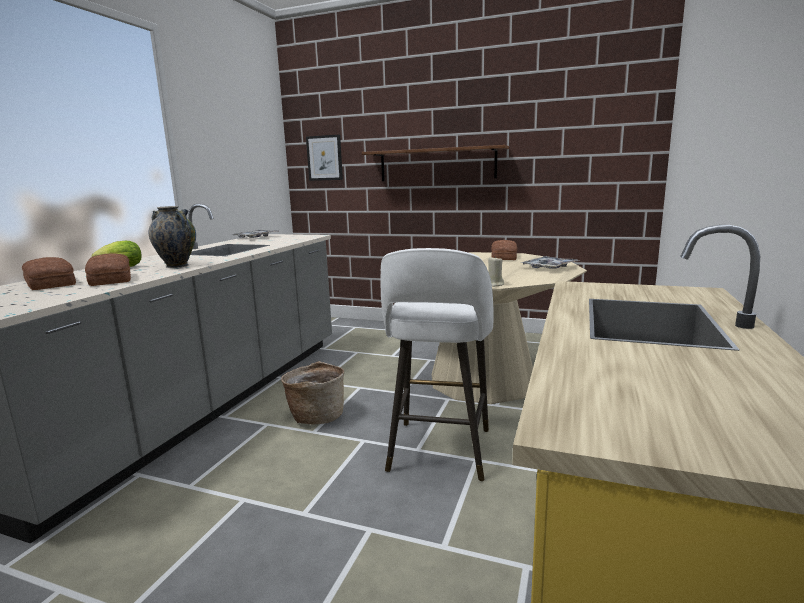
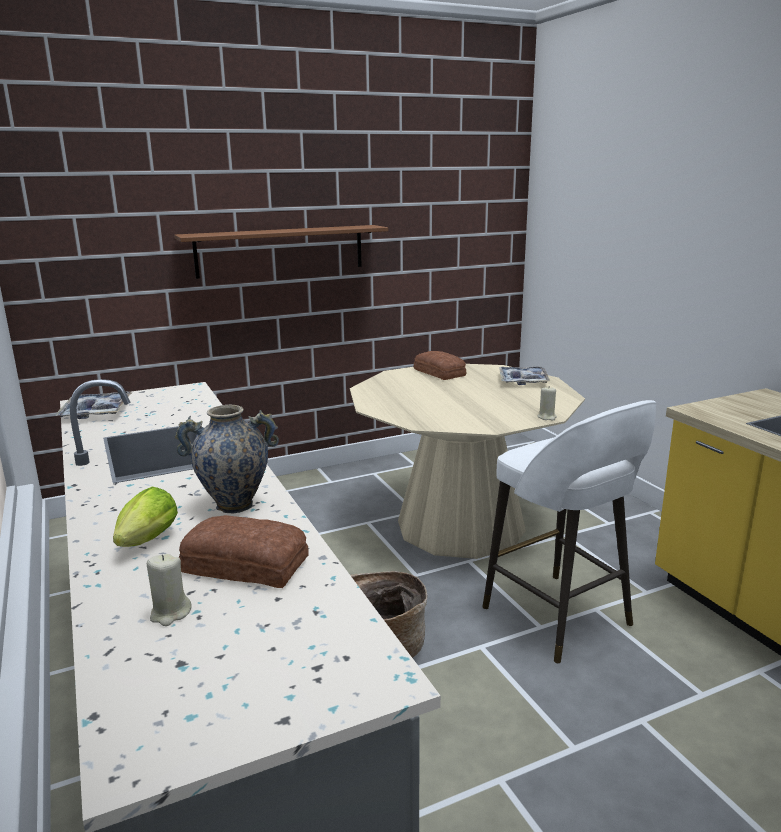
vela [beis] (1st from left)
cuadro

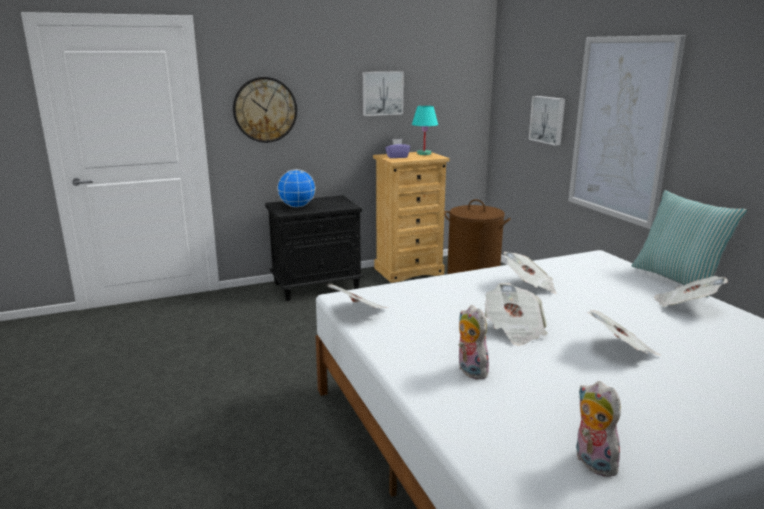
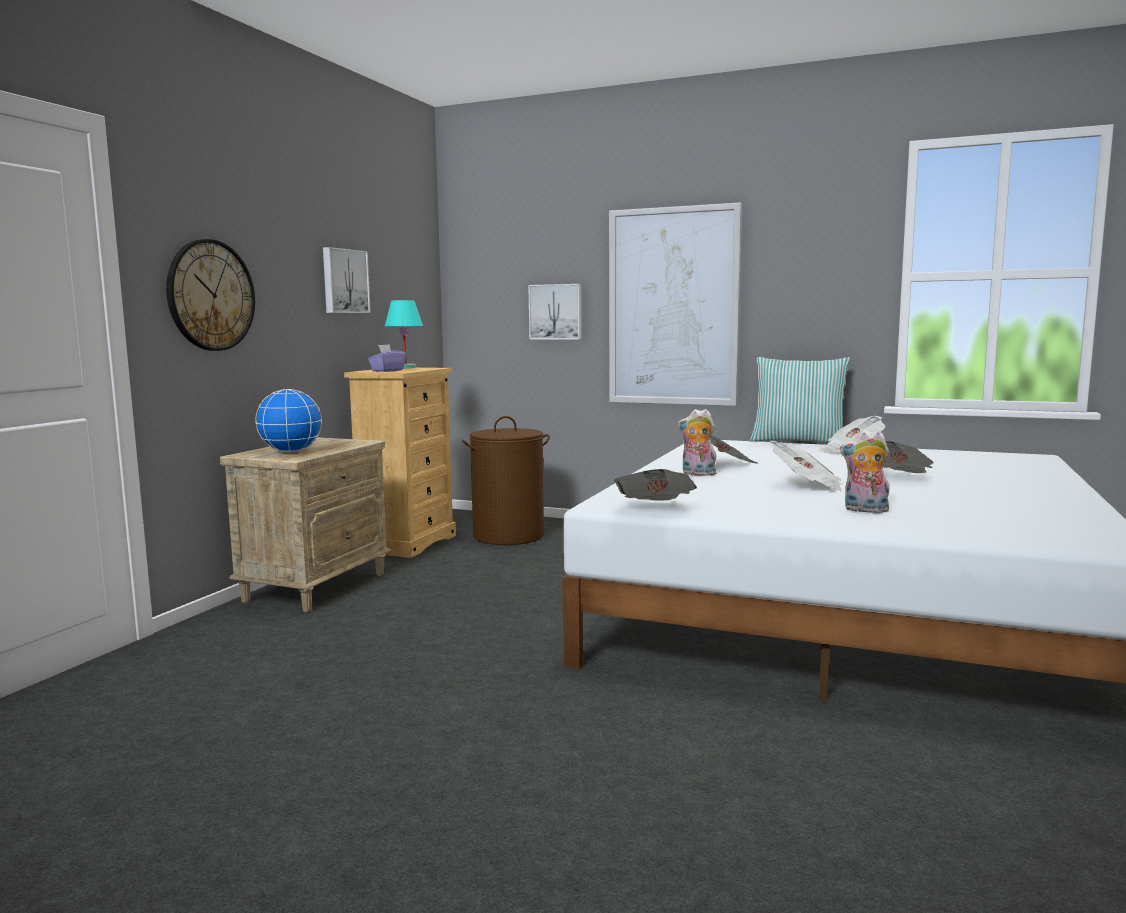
mesita de noche [beis]
peluche (1st from left)

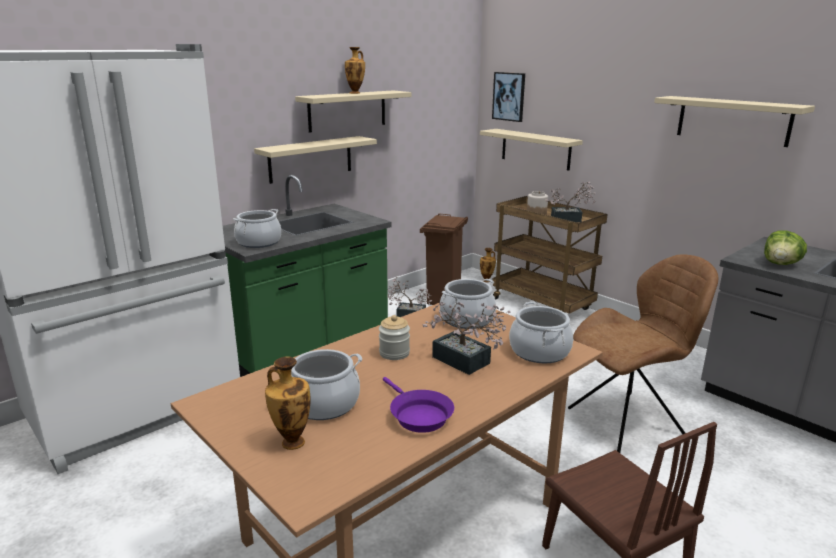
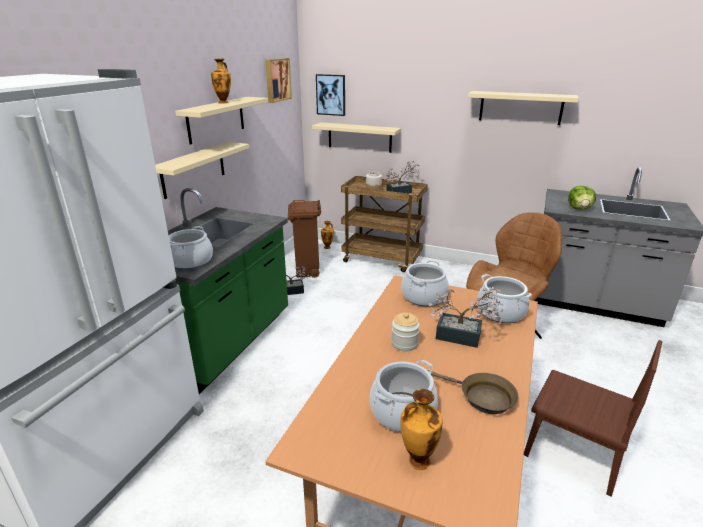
cuadro (1st from left)
sartén [marrón]

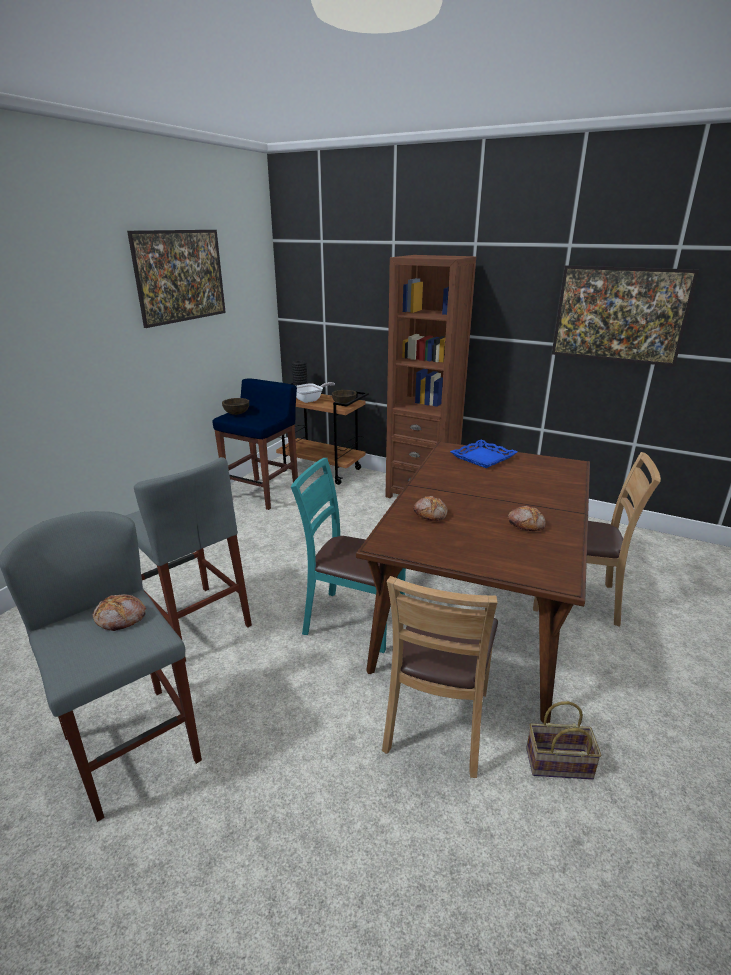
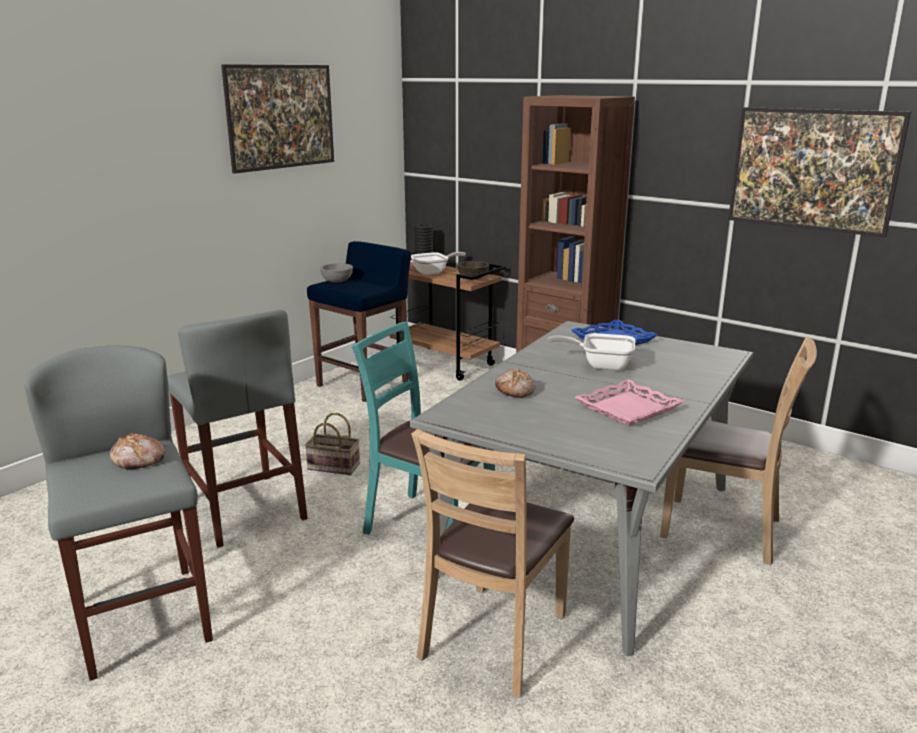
cesta
cuenco [gris]
mesa de comedor [gris]
sartén (2nd from left)
bandeja [rosa]

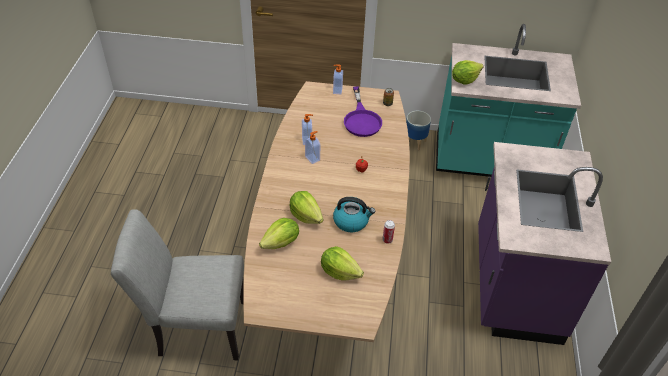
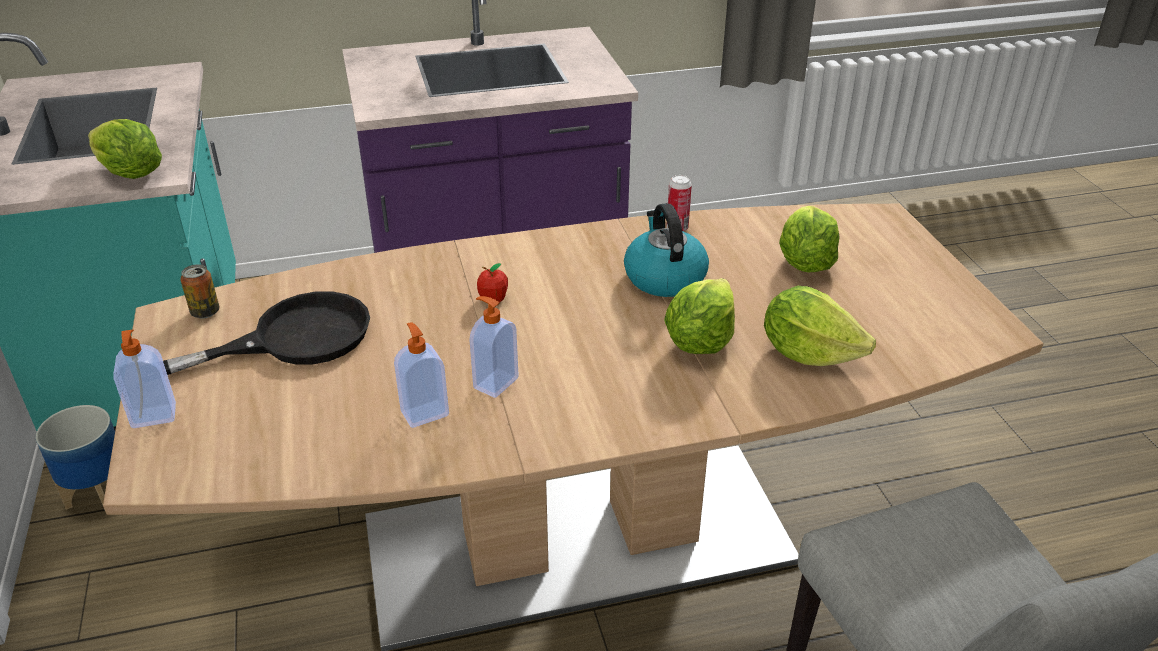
sartén [negro]

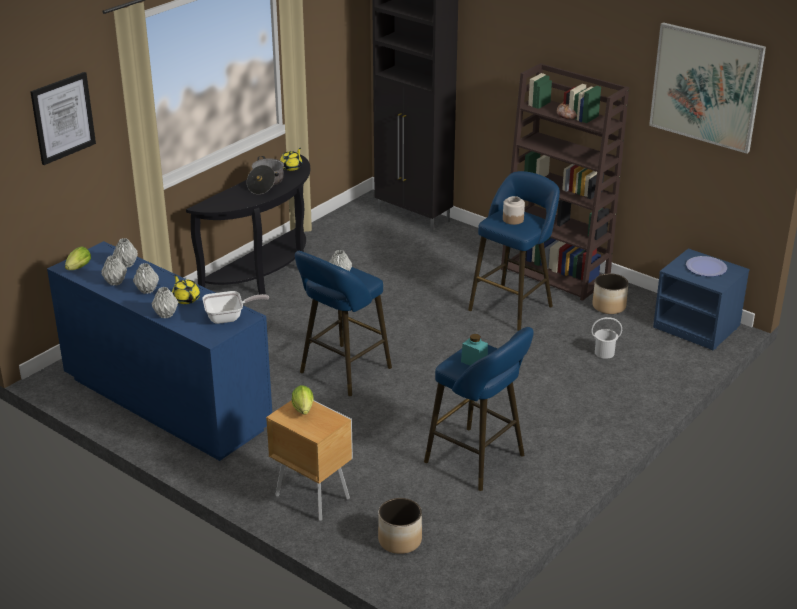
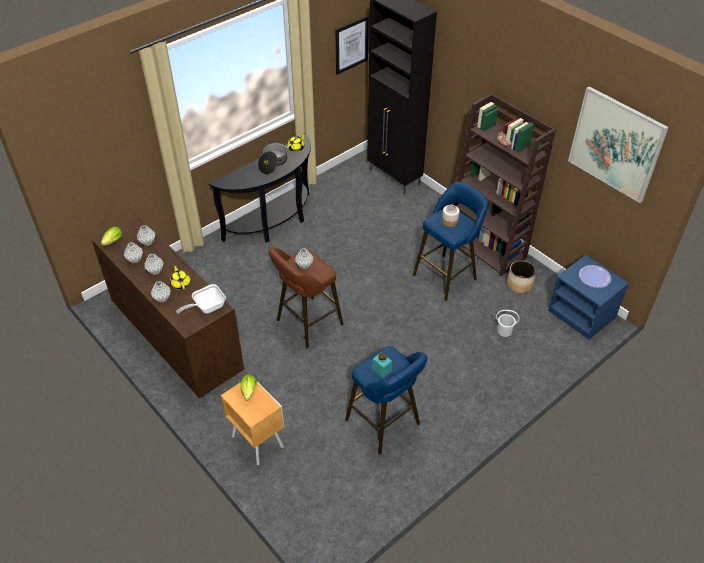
cómoda [marrón]
sartén
taburete [marrón]
cuadro (1st from left)
maceta (1st from left in the first image)

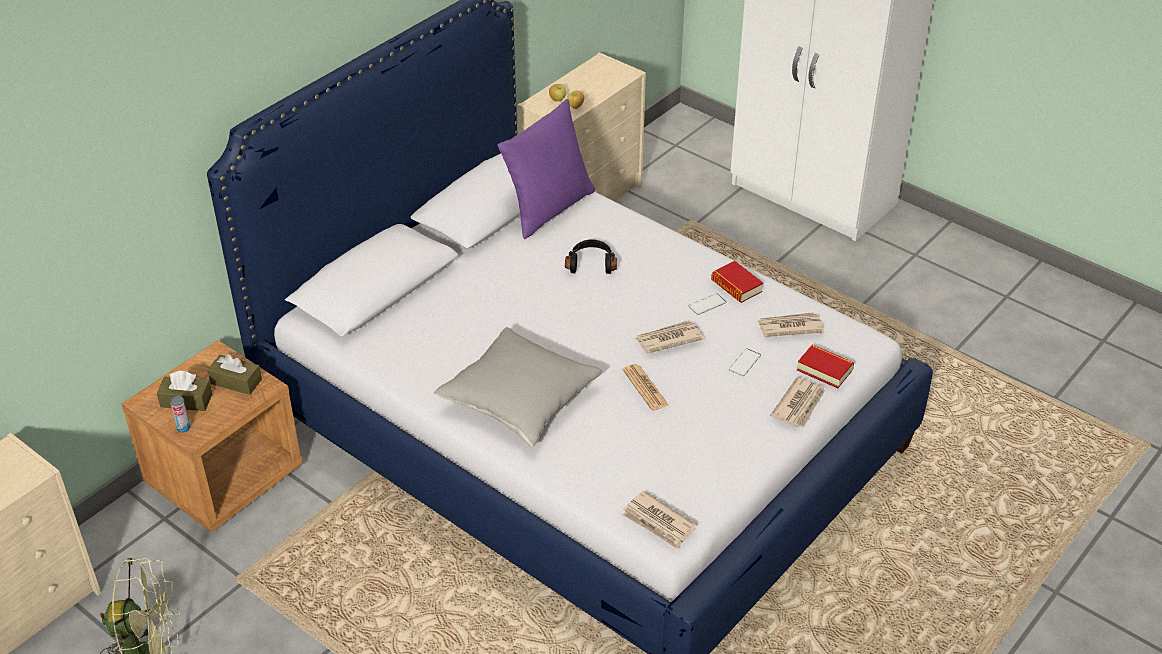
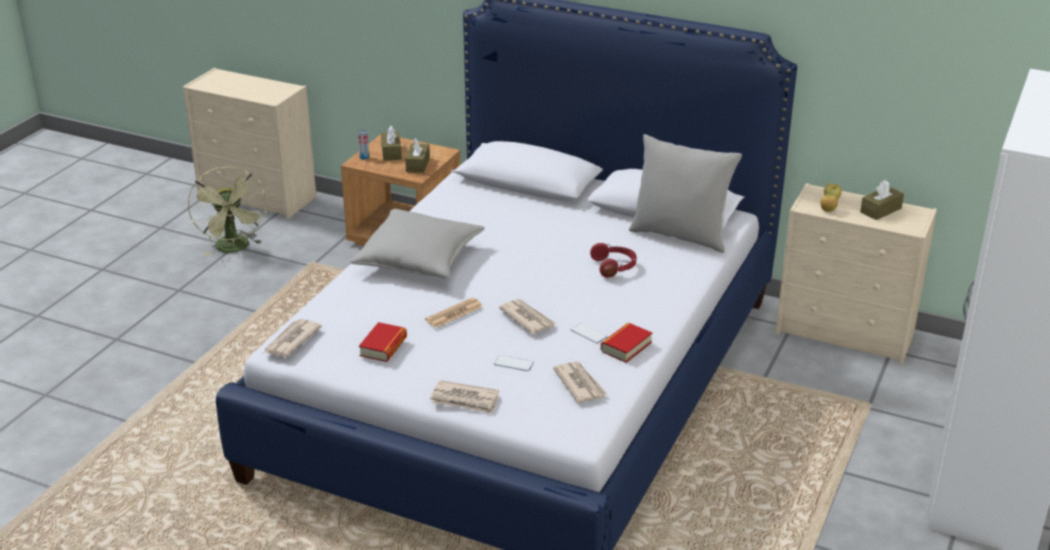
libro (1st from left)
auriculares [rojo]
cojín [gris] (2nd from left)
caja de pañuelos [marrón] (3rd from left)

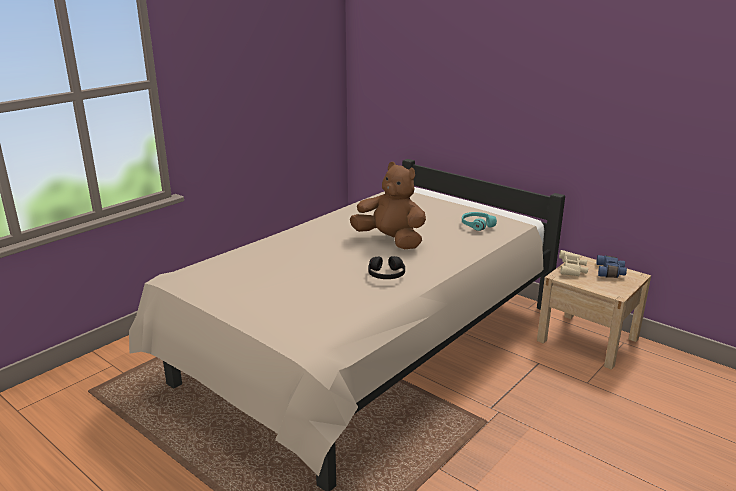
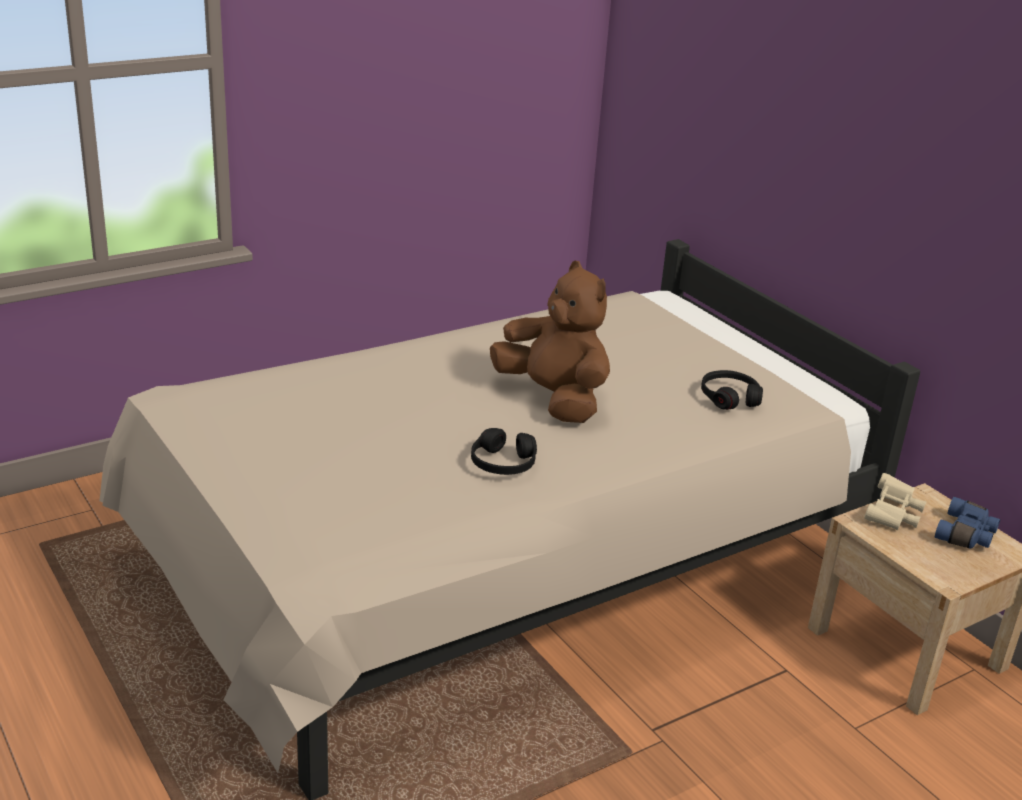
auriculares [negro] (2nd from left)

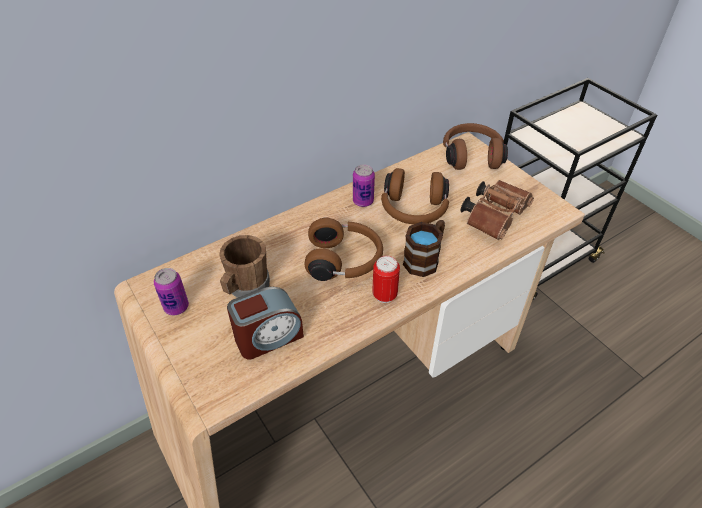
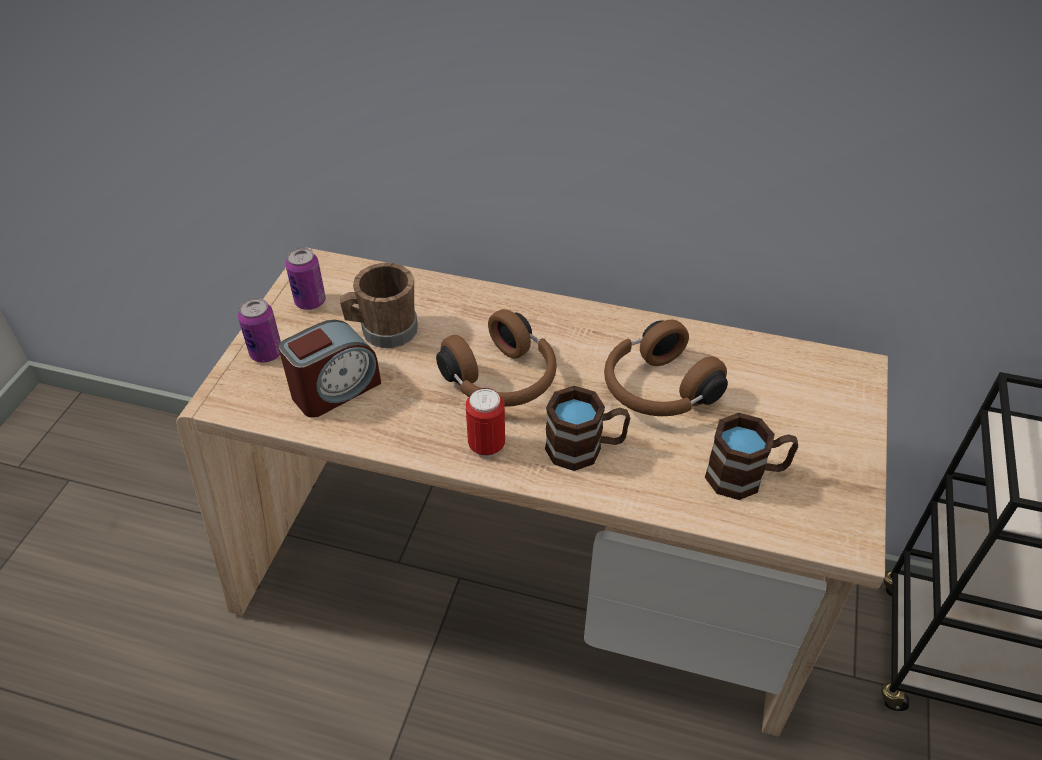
lata (1st from left)
despertador
taza grande [marrón] (3rd from left)
auriculares [marrón] (3rd from left in the first image)

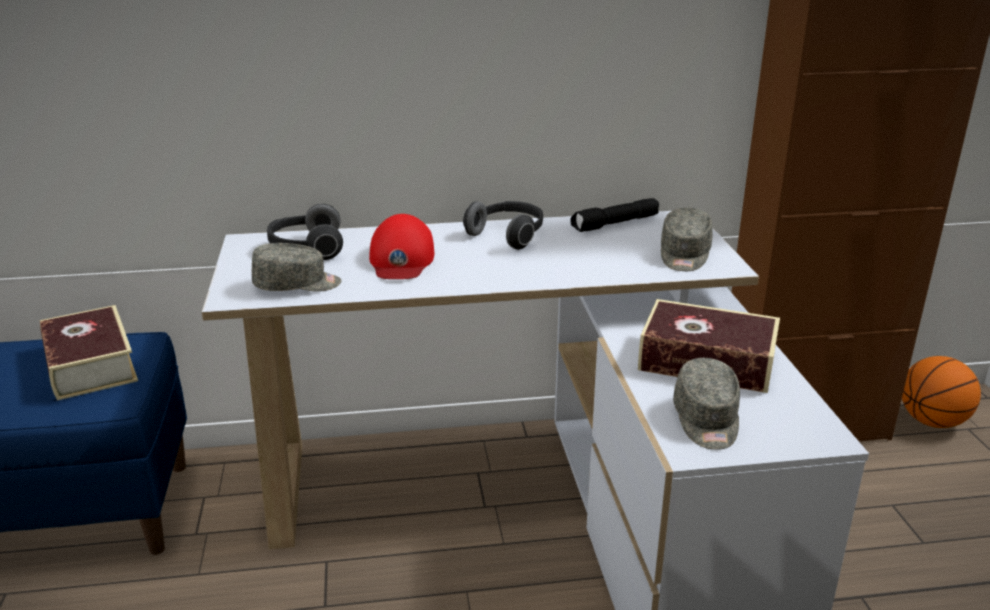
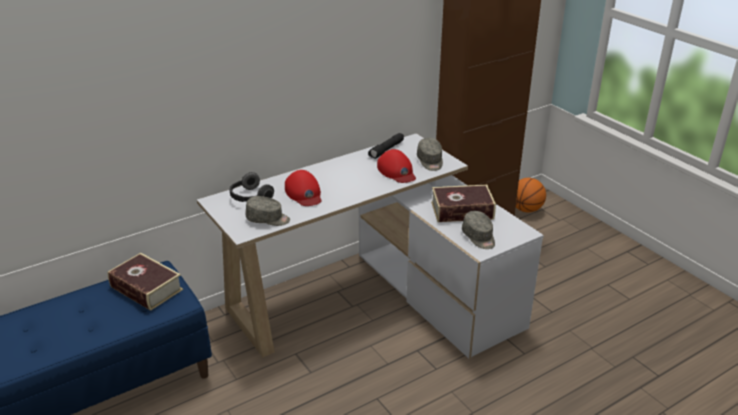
gorra [gris] (1st from left)
gorra [rojo] (2nd from left)
auriculares (2nd from left in the first image)

